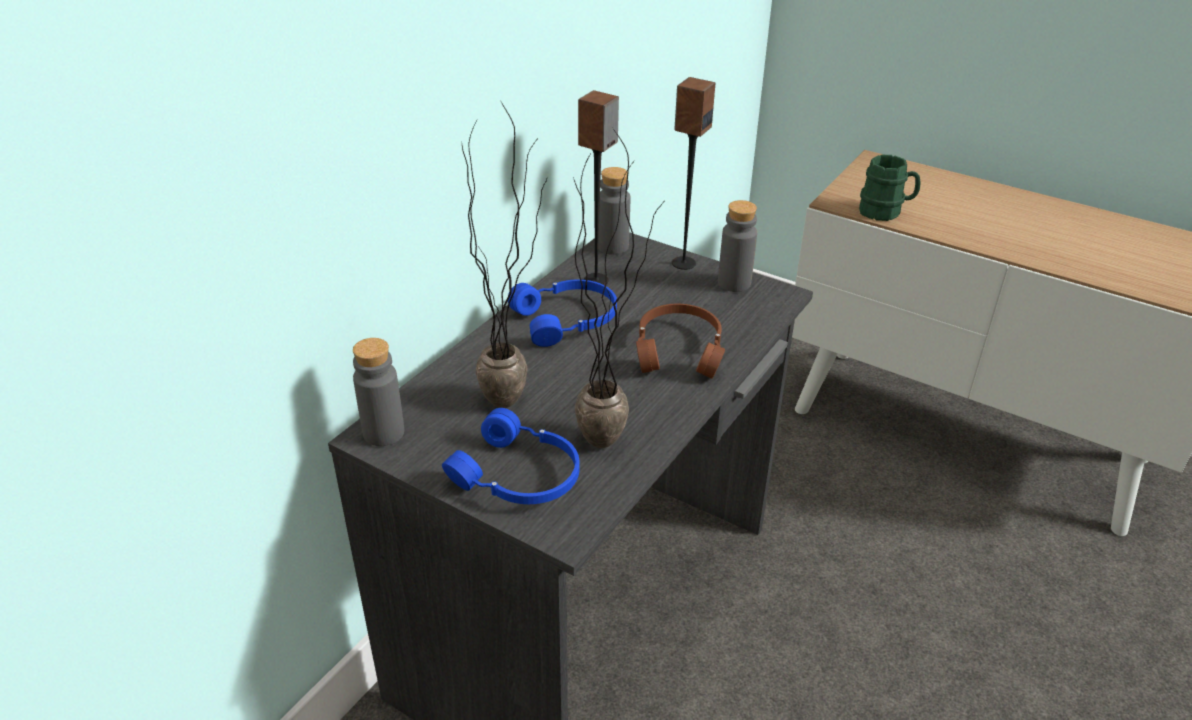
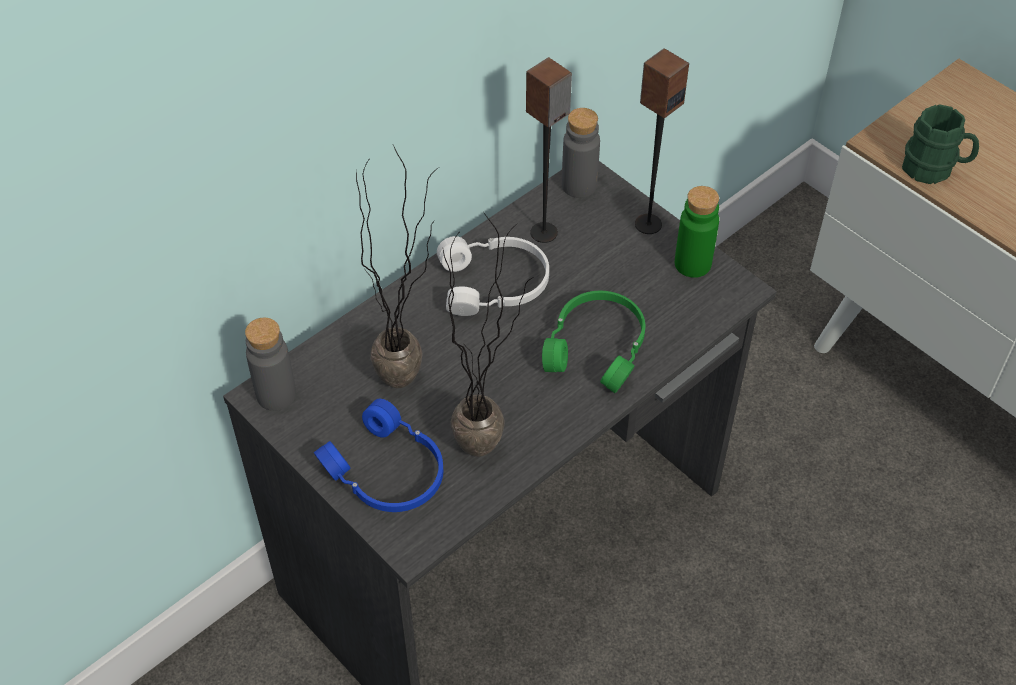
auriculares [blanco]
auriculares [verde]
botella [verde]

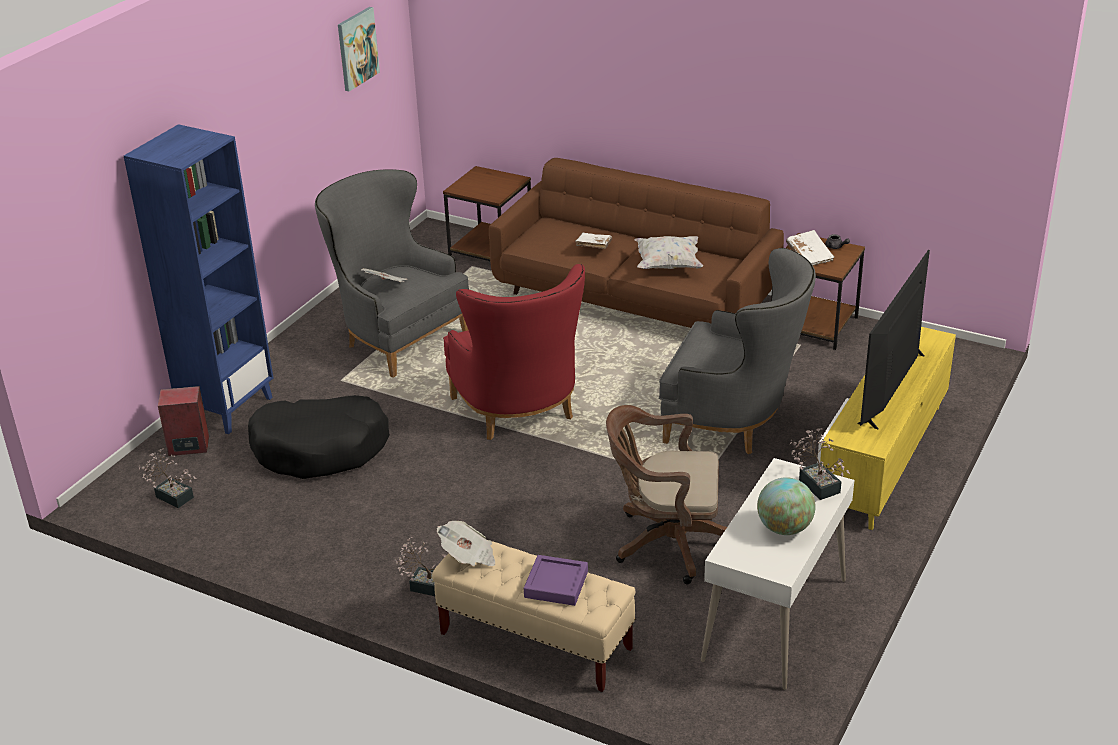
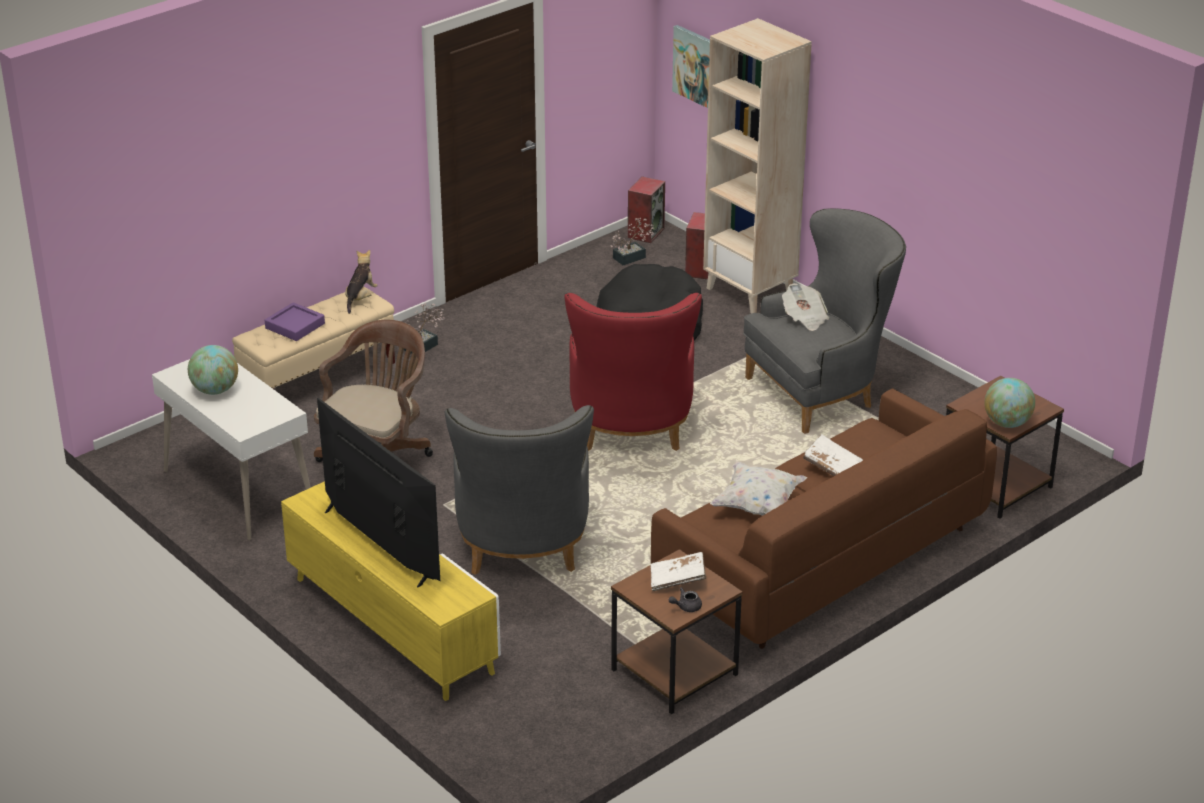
peluche
sillón [gris] (1st from left)
sillón [rojo]
altavoz (1st from left)
cuadro
estantería [beis]
globo terráqueo (2nd from left)
planta en maceta (3rd from left in the first image)

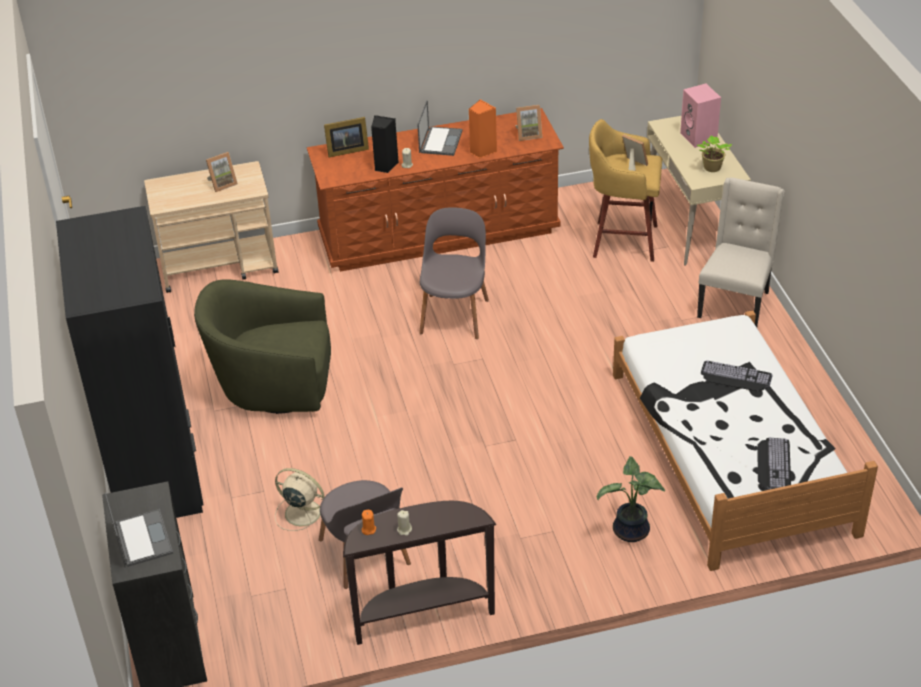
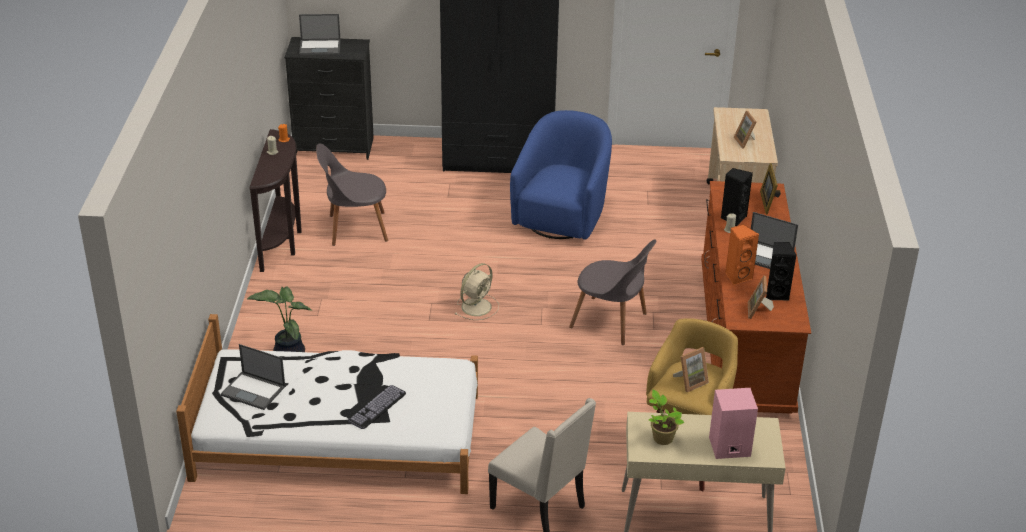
portátil (1st from left)
ventilador [beis]
sillón [azul]
altavoz [negro] (2nd from left)

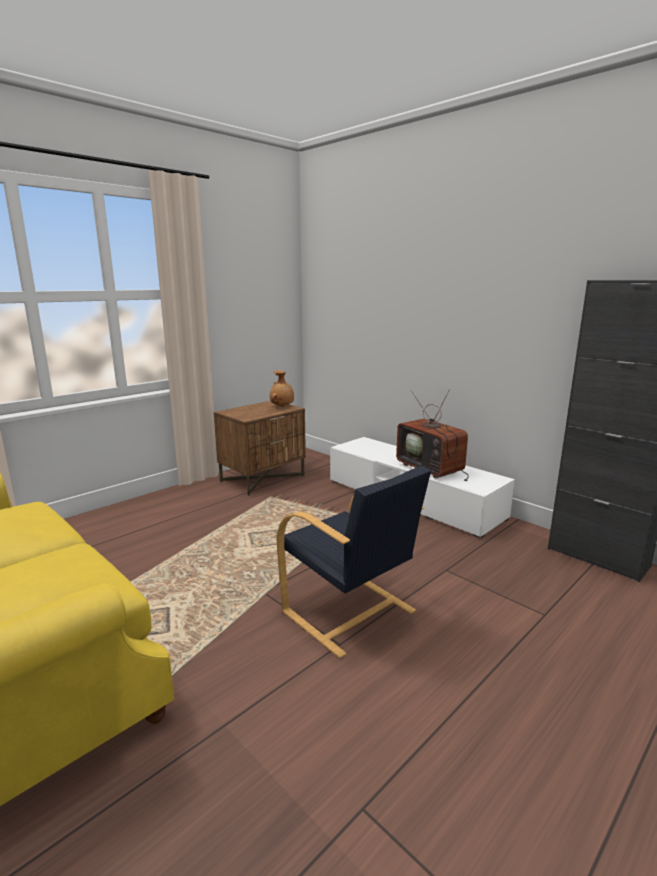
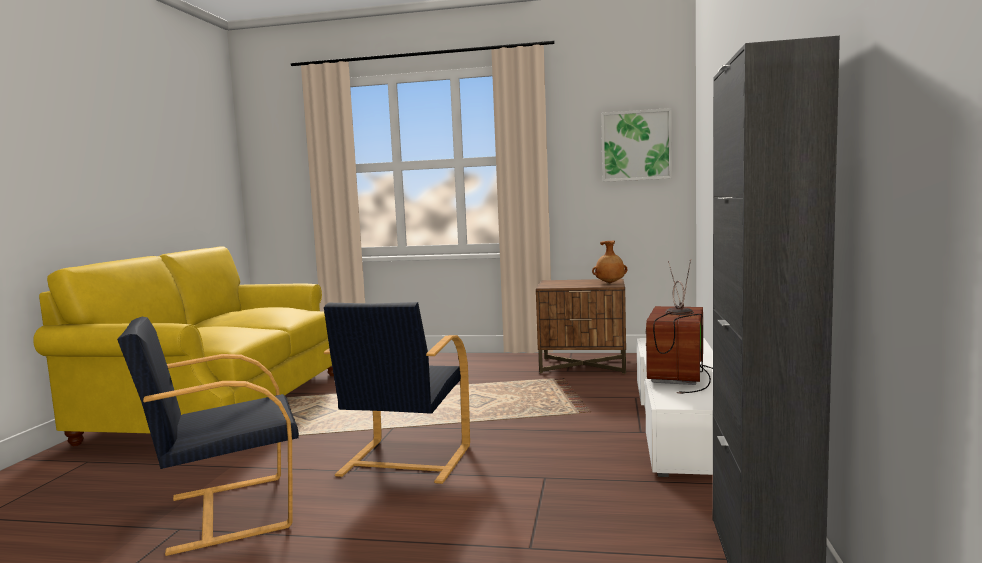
sillón [negro] (1st from left)
cuadro

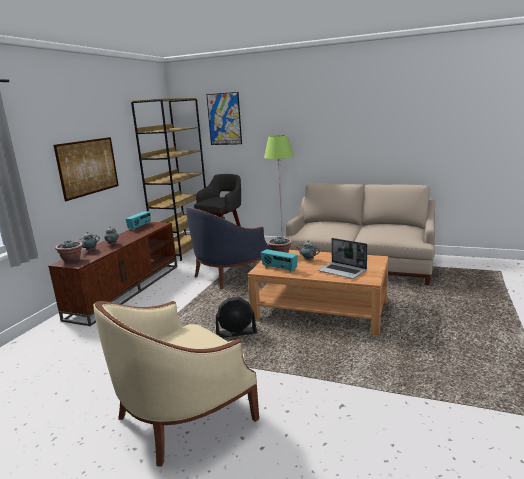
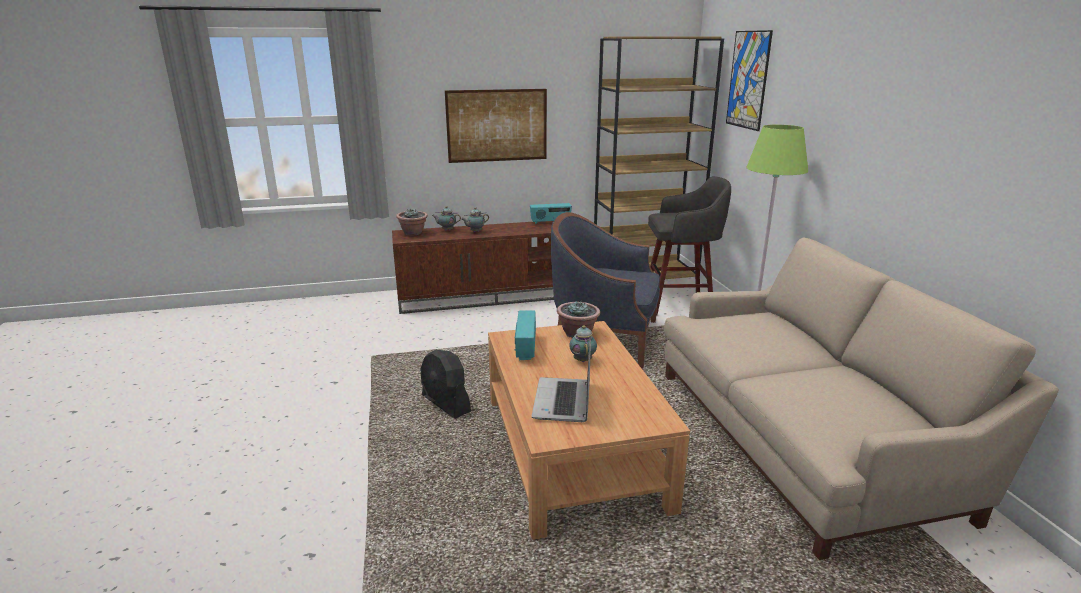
sillón [beis]

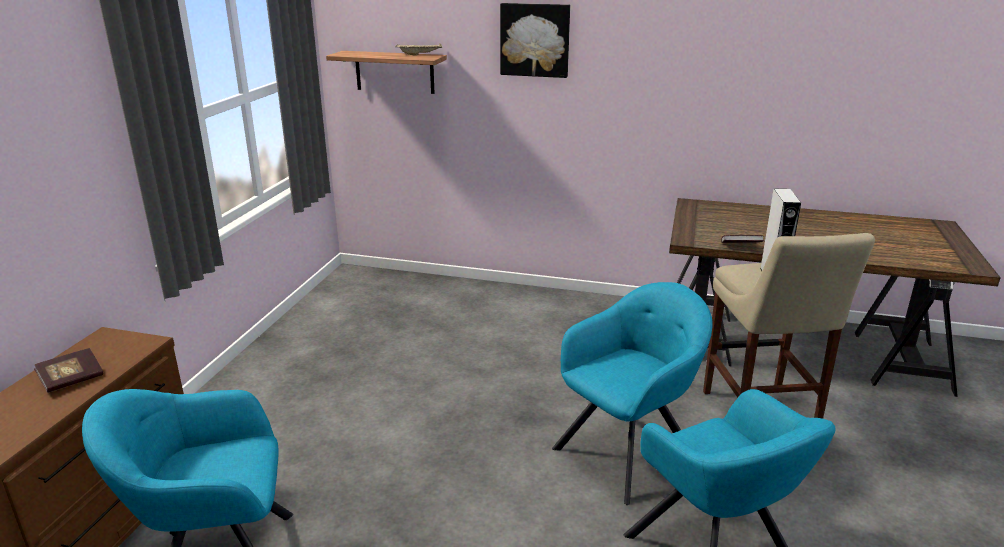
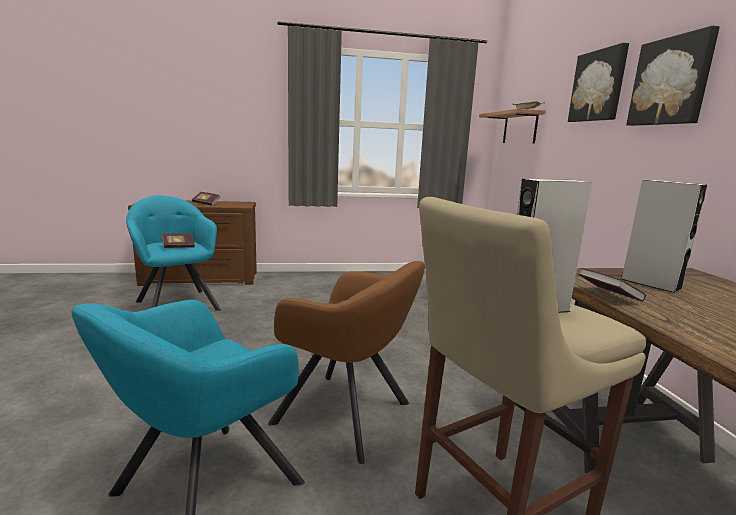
libro (1st from left)
sillón [marrón]
altavoz [gris] (2nd from left)
cuadro (2nd from left)

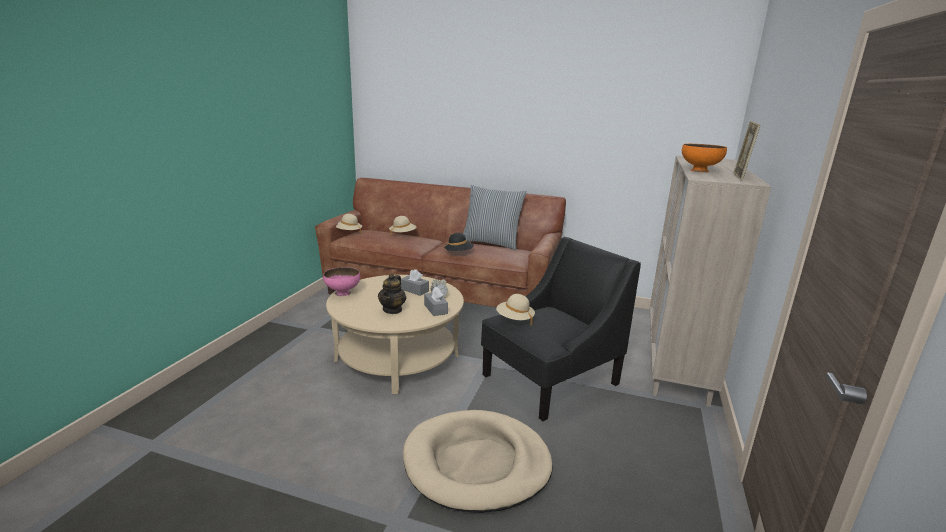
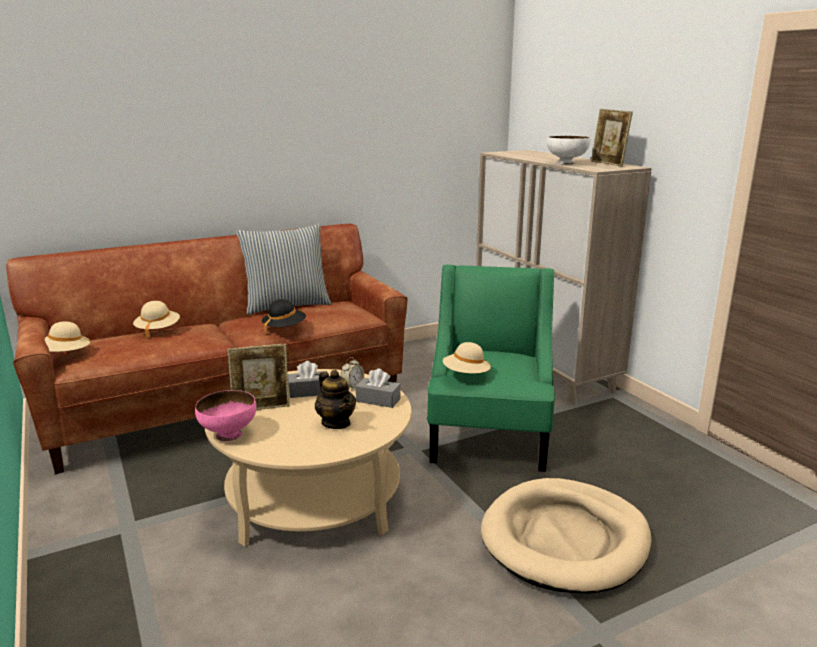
portarretratos (1st from left)
sillón [verde]
cuenco [blanco]

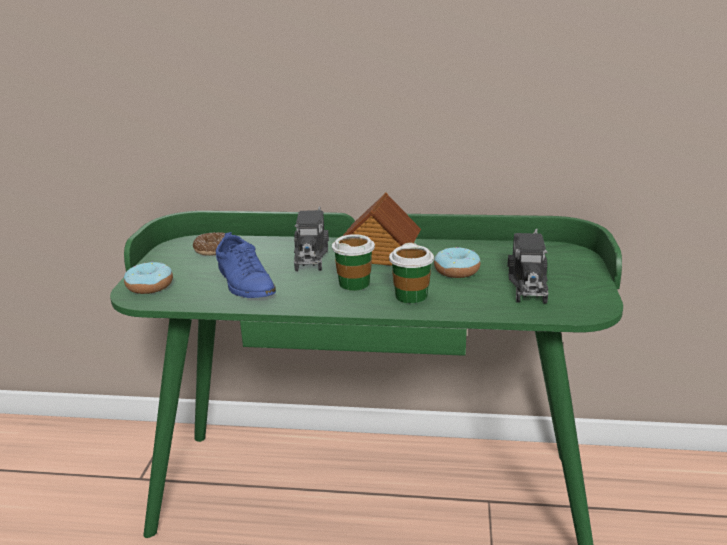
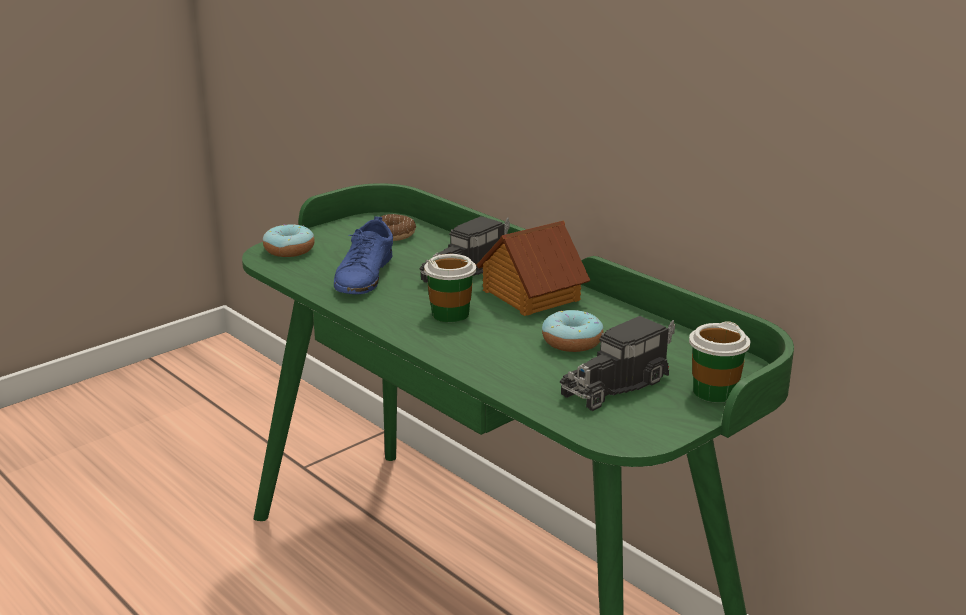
taza (2nd from left)

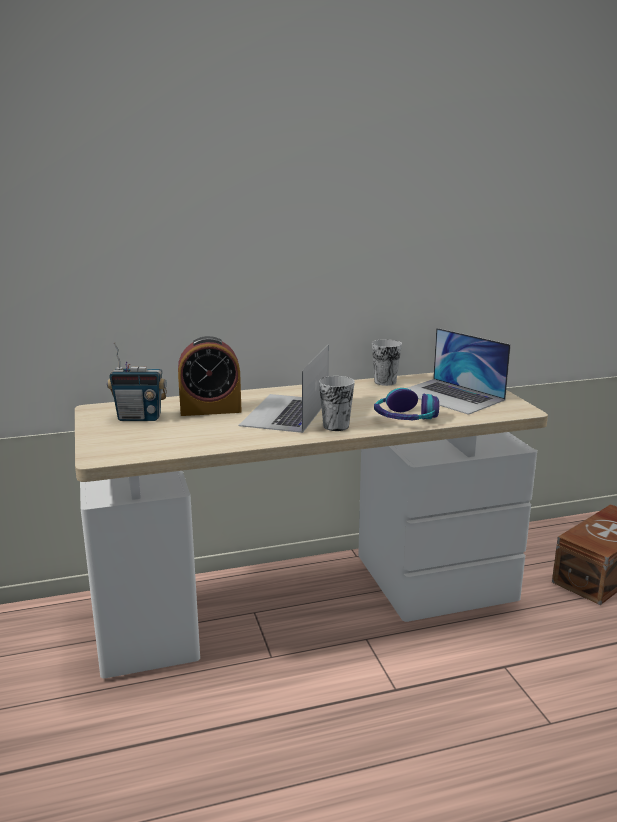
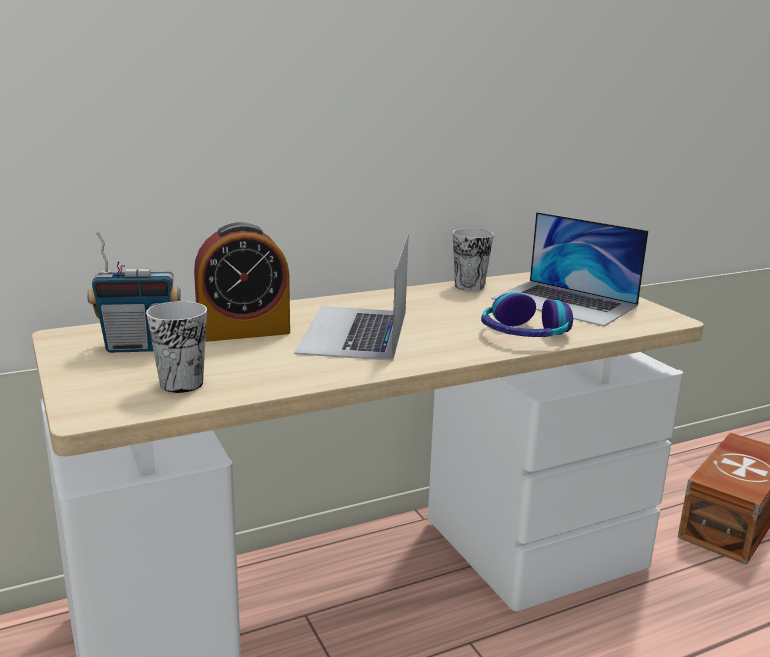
taza (1st from left)

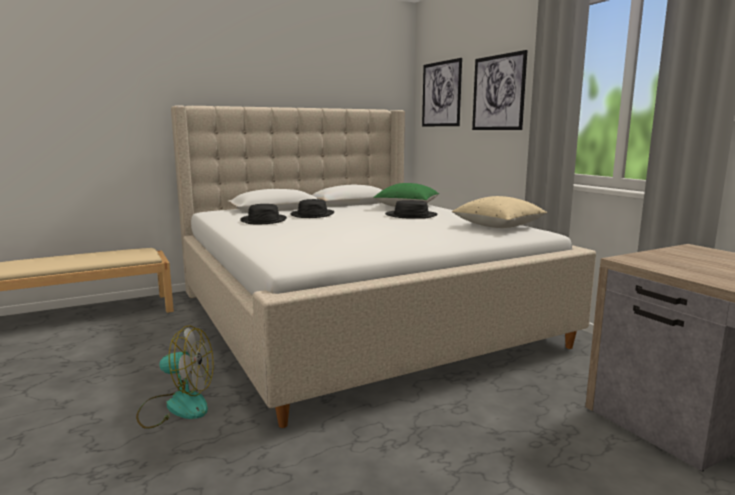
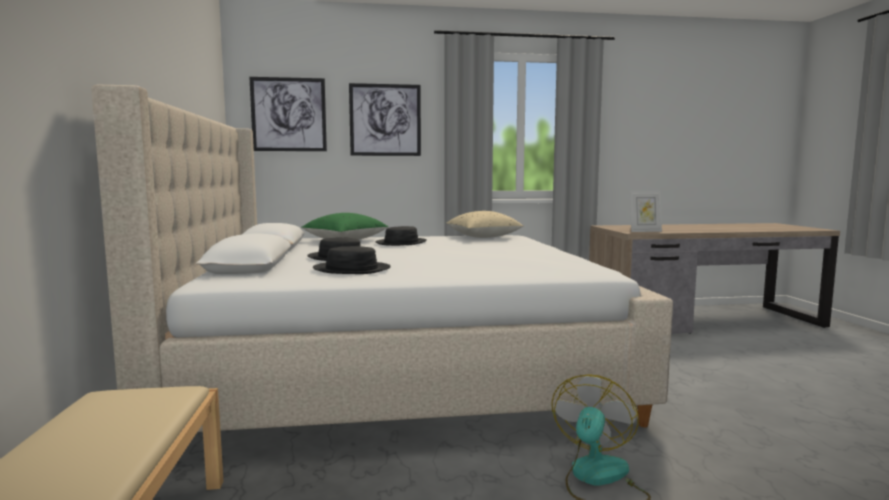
portarretratos

